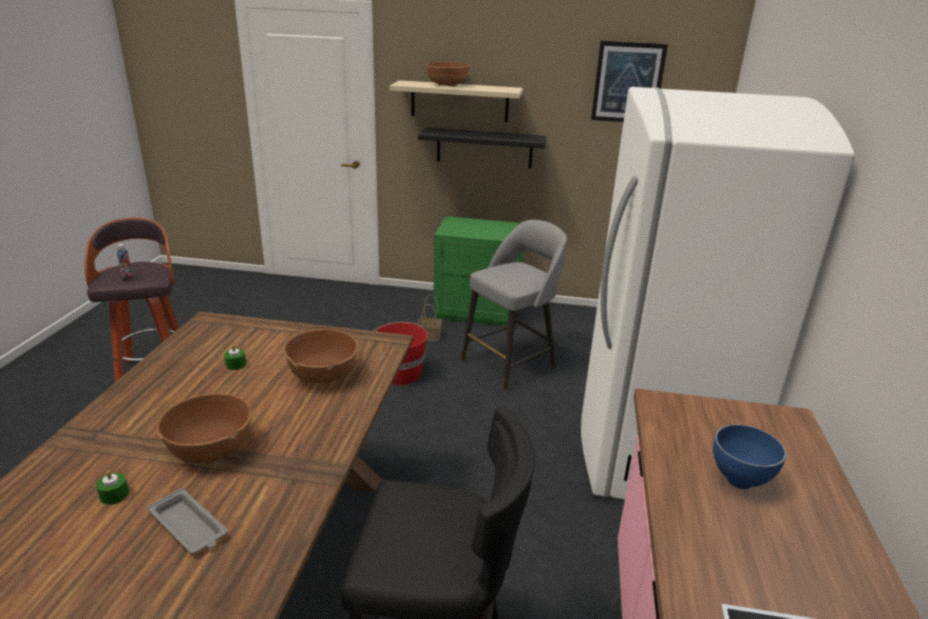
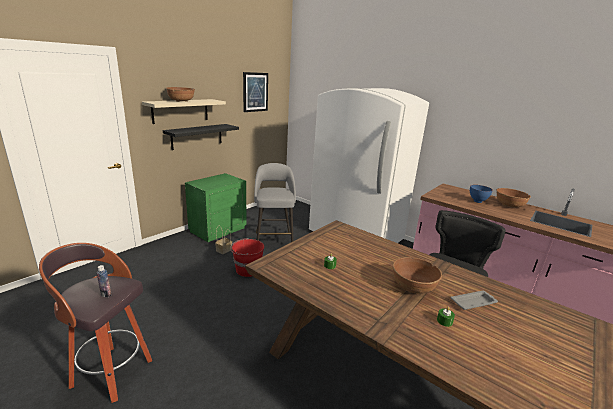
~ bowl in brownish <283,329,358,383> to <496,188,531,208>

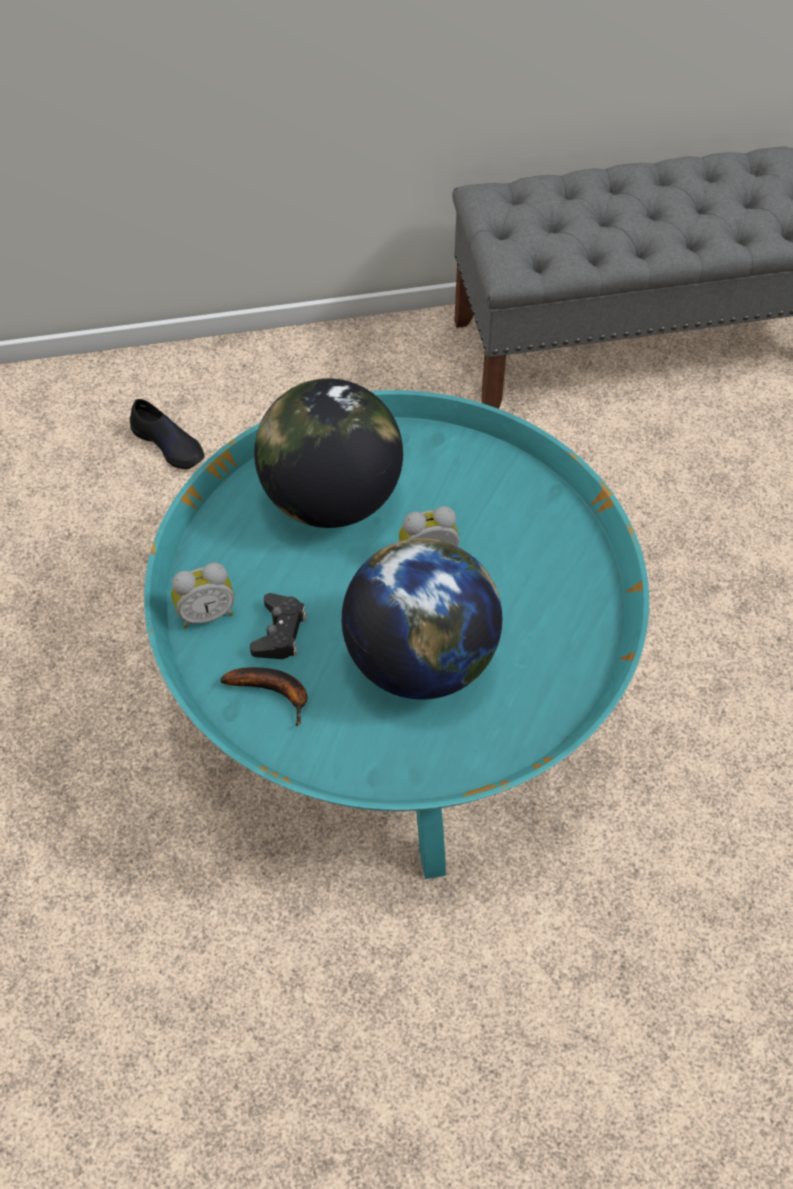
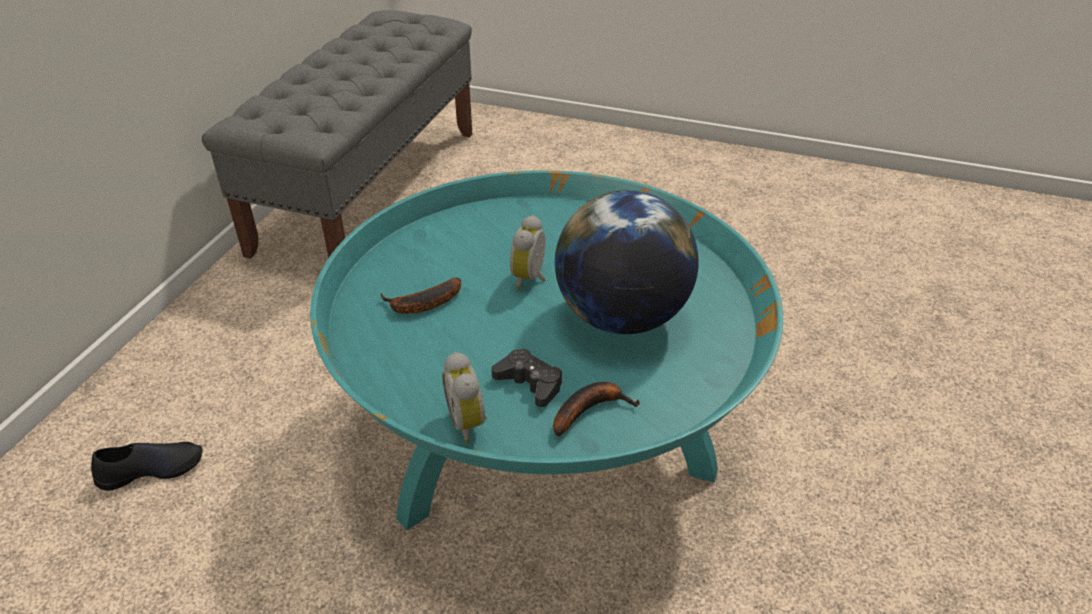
~ alarm clock <171,563,235,629> = <442,352,487,443> 150 degrees clockwise
~ globe <254,378,403,528> to whole banana <381,278,461,314>

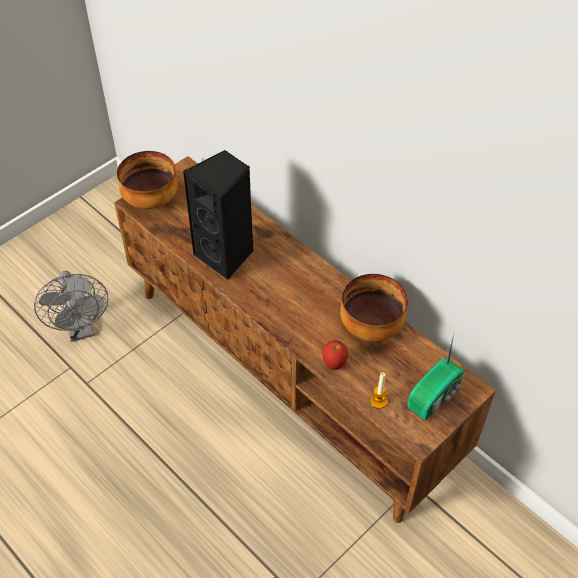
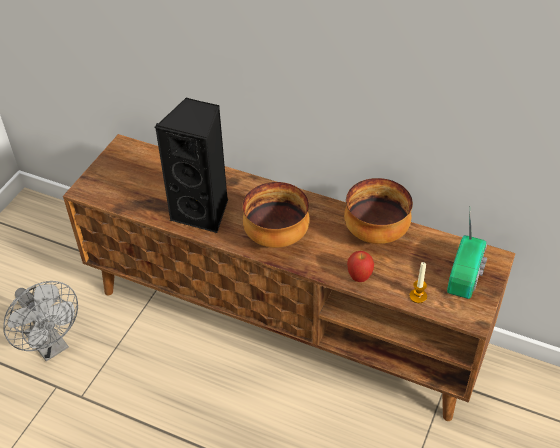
~ bowl <117,151,178,209> to <242,182,310,248>

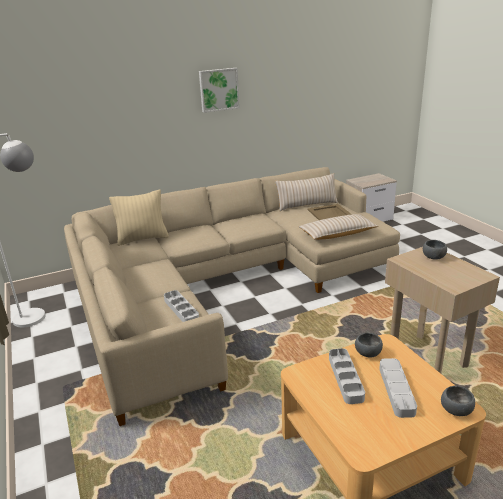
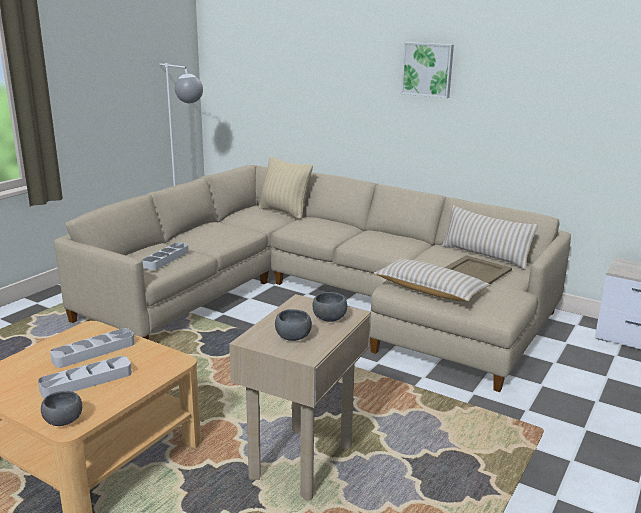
~ bowl in grey <355,333,383,358> to <275,309,312,341>

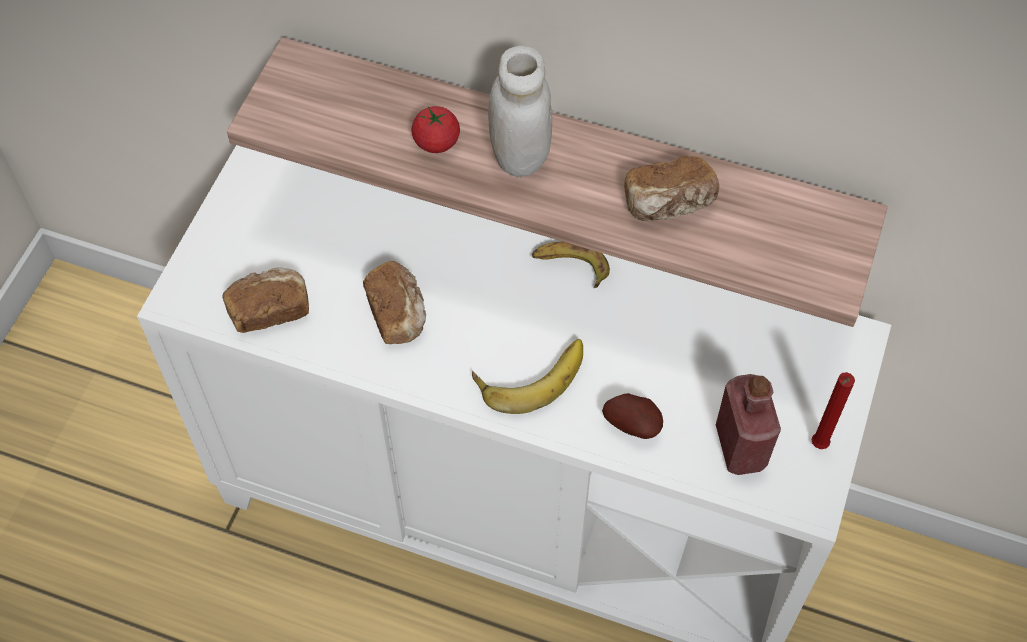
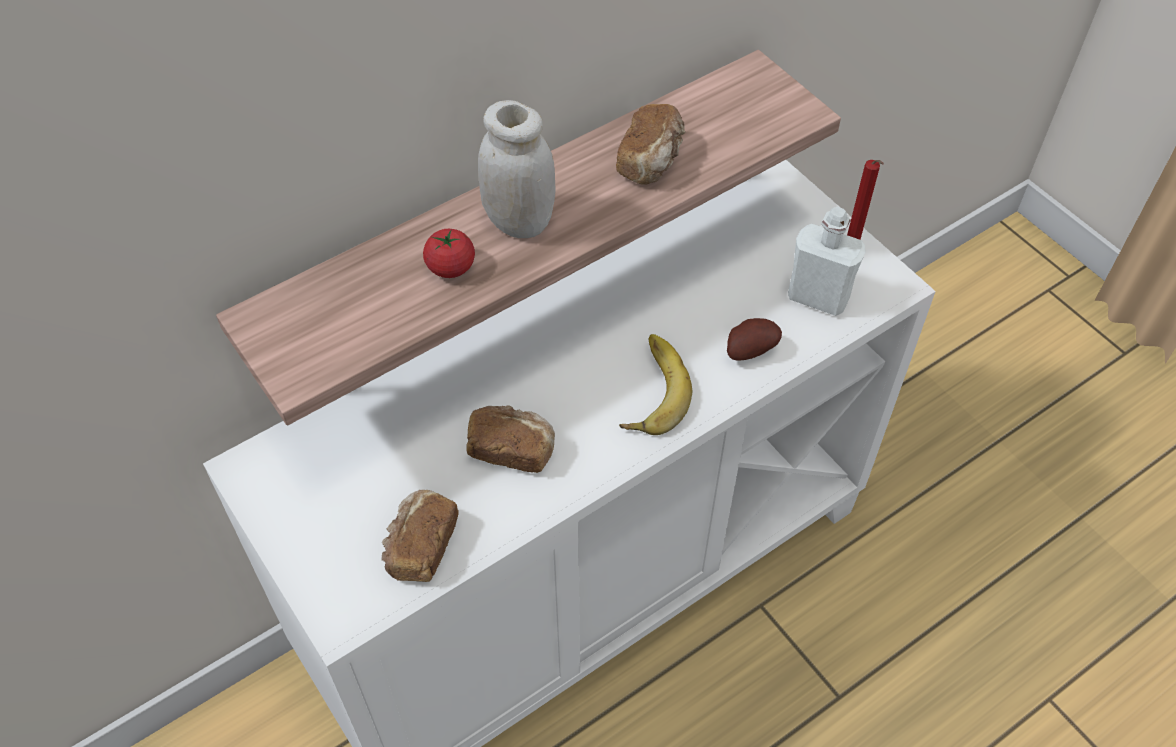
- whole banana <532,241,610,288>
~ beverage bottle in reddish <716,374,781,475> to beverage bottle in white <788,207,866,316>

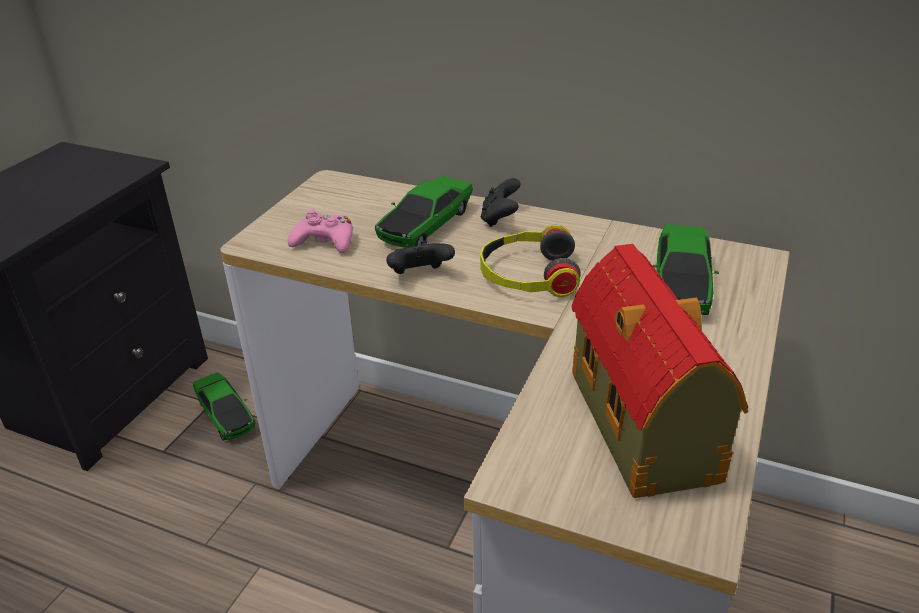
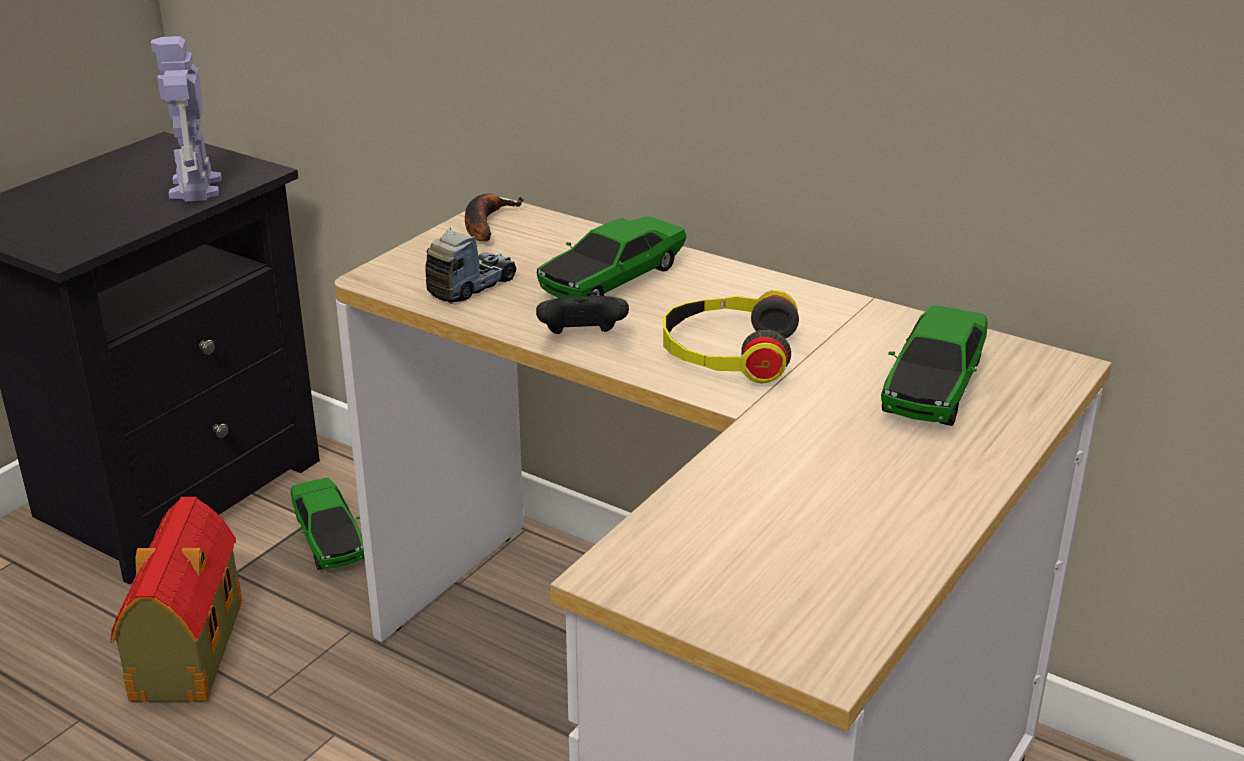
~ joypad in pink-coloured <288,209,353,253> to toy truck <425,227,516,304>
- joypad in blackish <481,178,521,227>
~ miniature house <572,244,748,498> to <110,497,242,702>
+ toy robot <151,36,222,202>
+ whole banana <465,194,524,241>

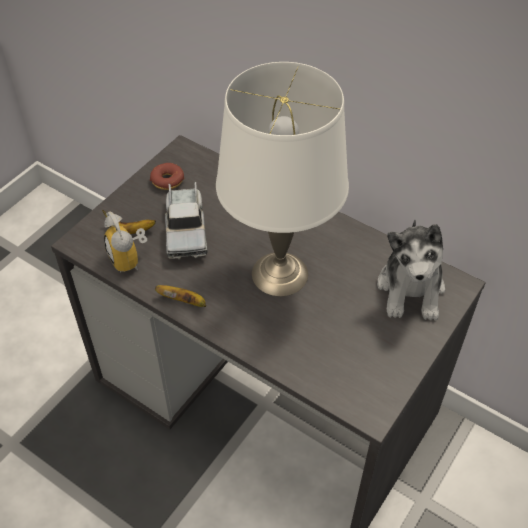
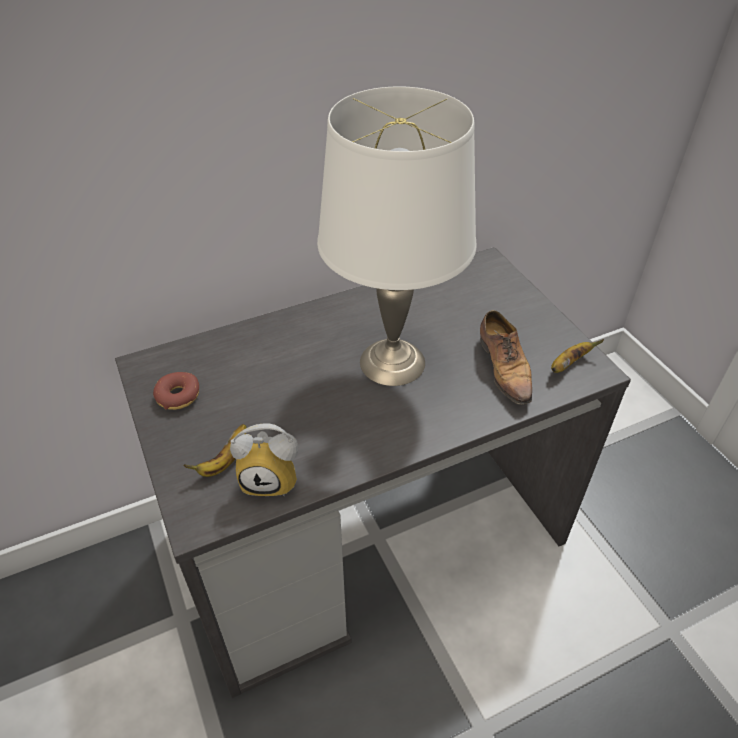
~ whole banana <155,285,206,307> to <551,339,604,373>
- toy truck <165,182,207,260>
- plush toy <377,220,446,321>
+ low shoe <480,310,532,405>

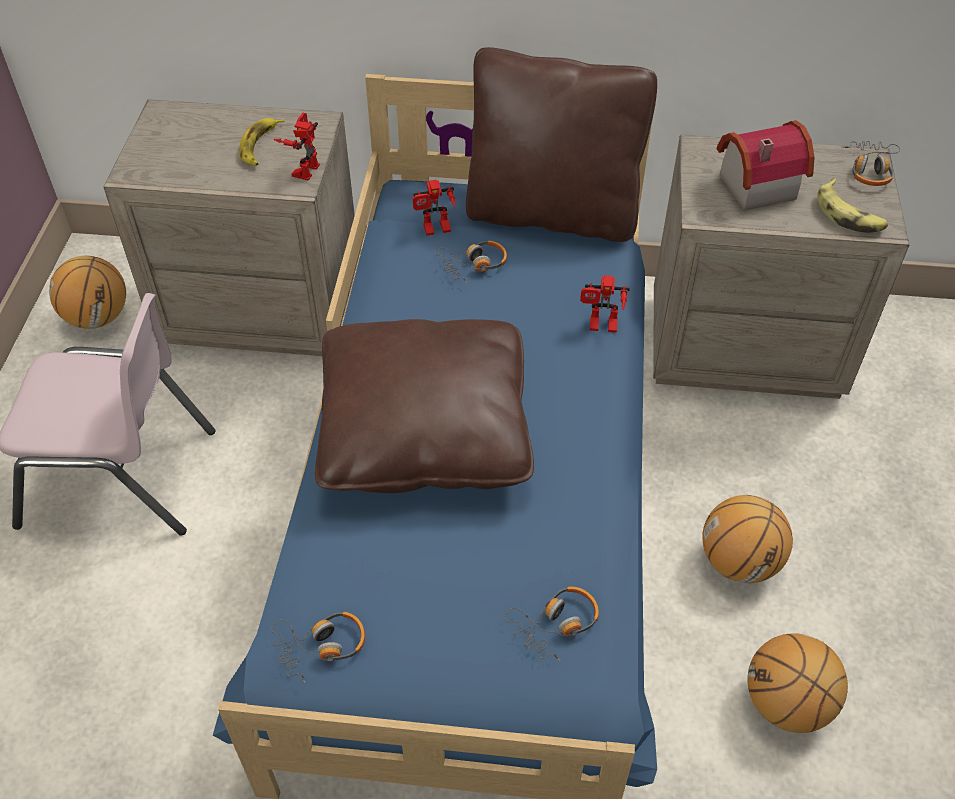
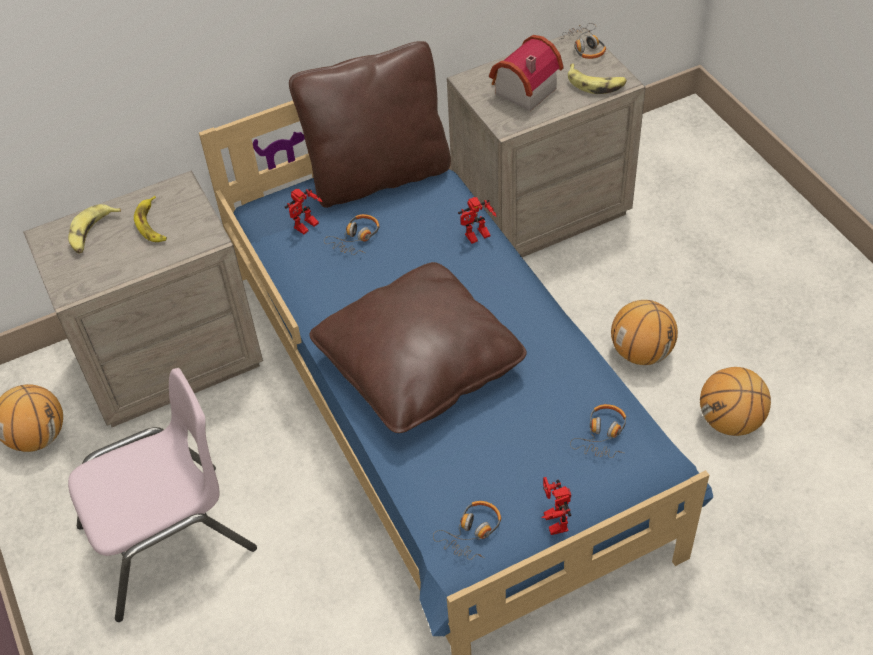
~ toy robot <274,113,320,181> to <541,477,571,535>
+ whole banana <68,204,121,253>

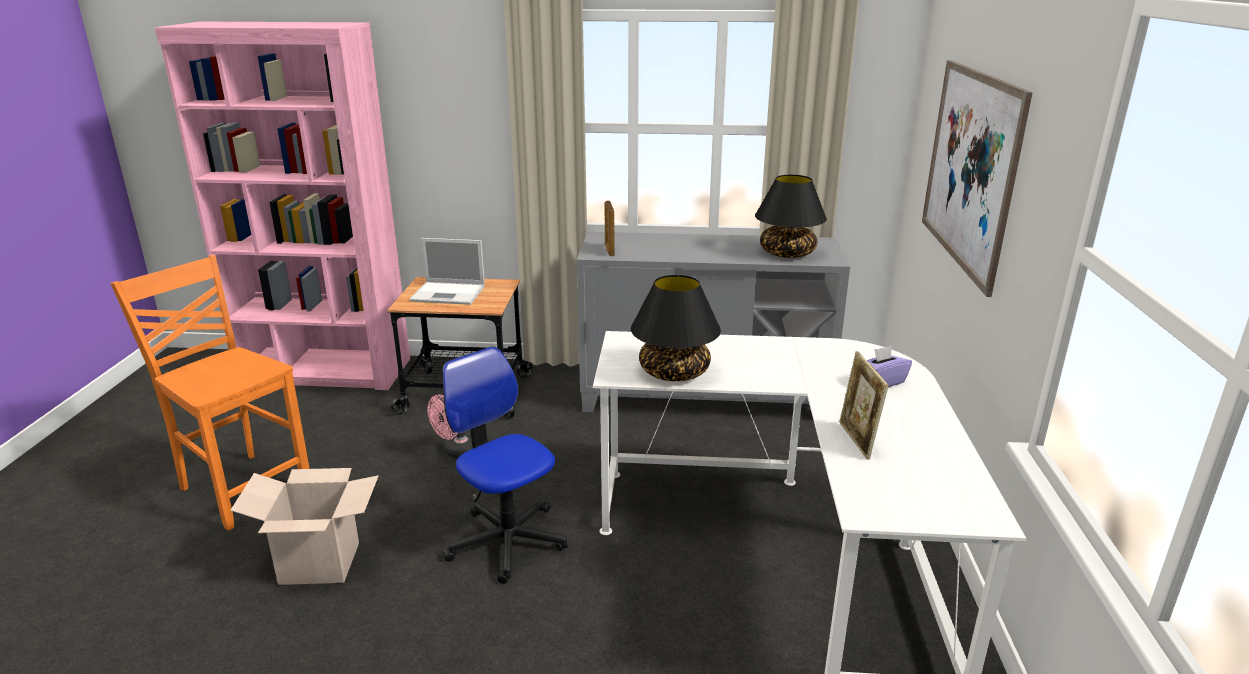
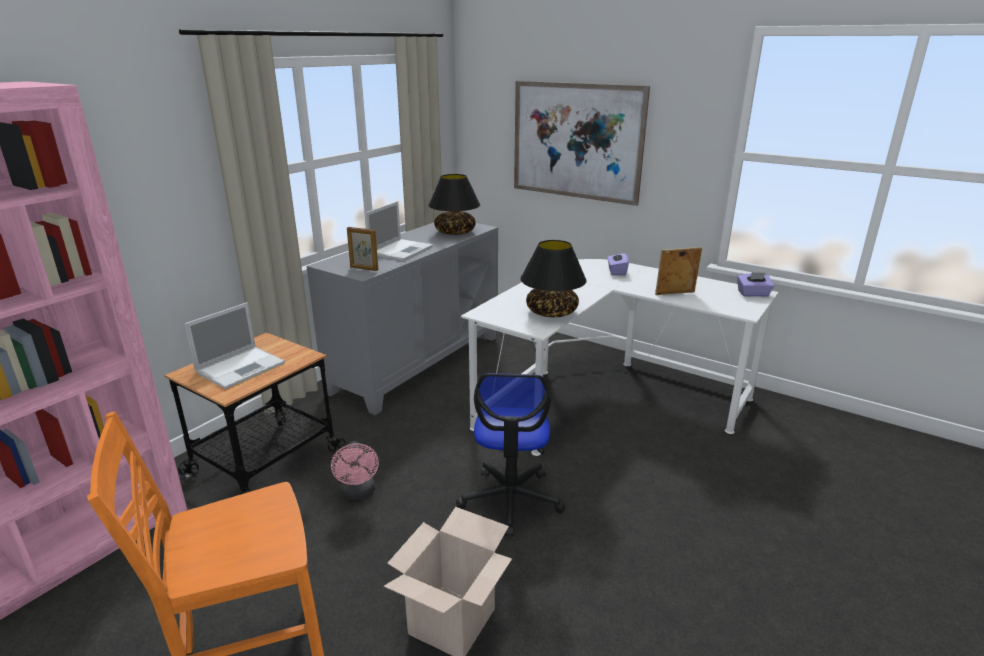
~ office chair <442,347,568,584> = <456,373,566,536> 75 degrees counterclockwise
~ picture frame <839,351,889,460> = <655,247,702,295> 150 degrees clockwise
+ laptop <365,201,433,261>
+ tissue box in purple <737,272,775,297>

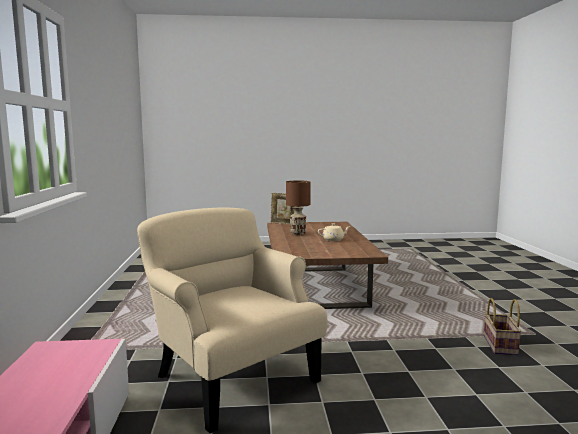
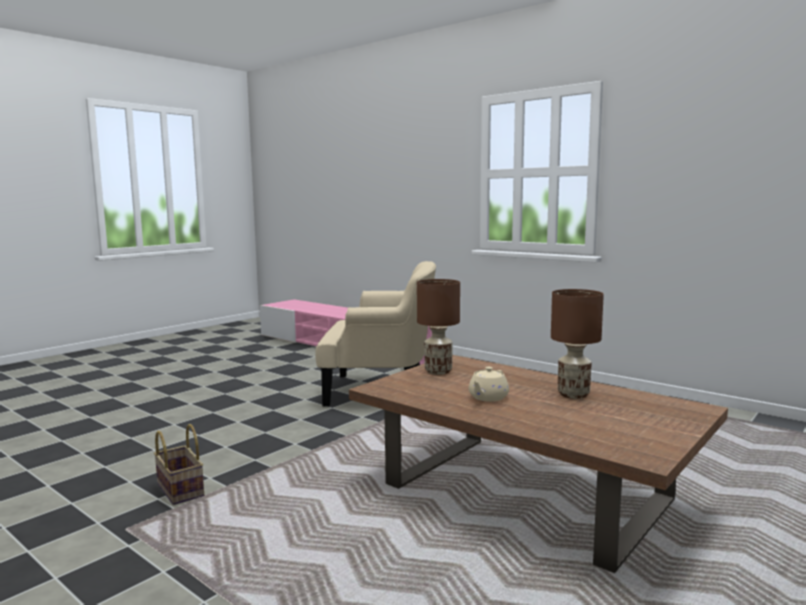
- picture frame <270,193,295,224>
+ table lamp in brownish <417,279,460,375>

